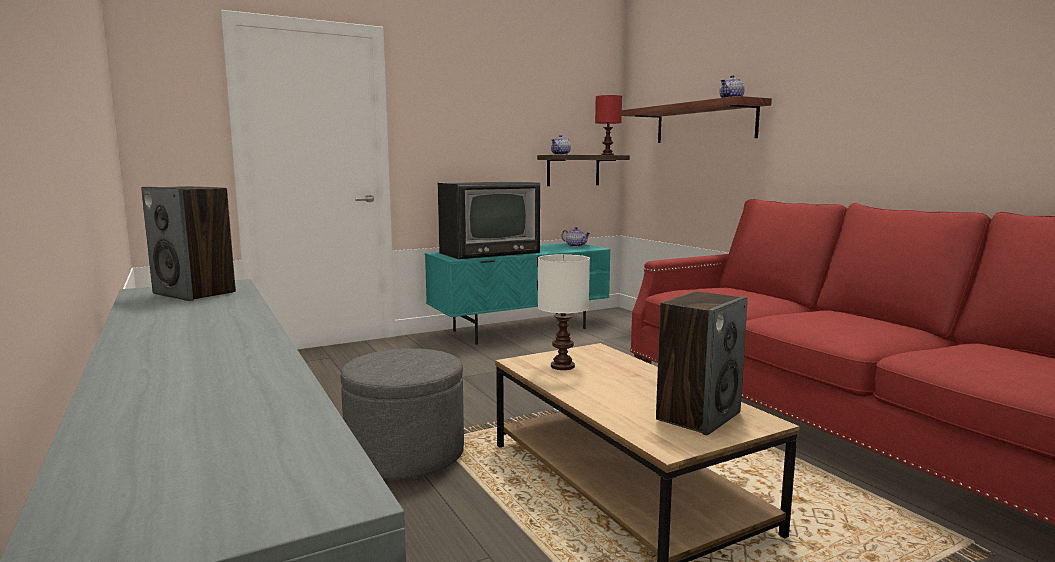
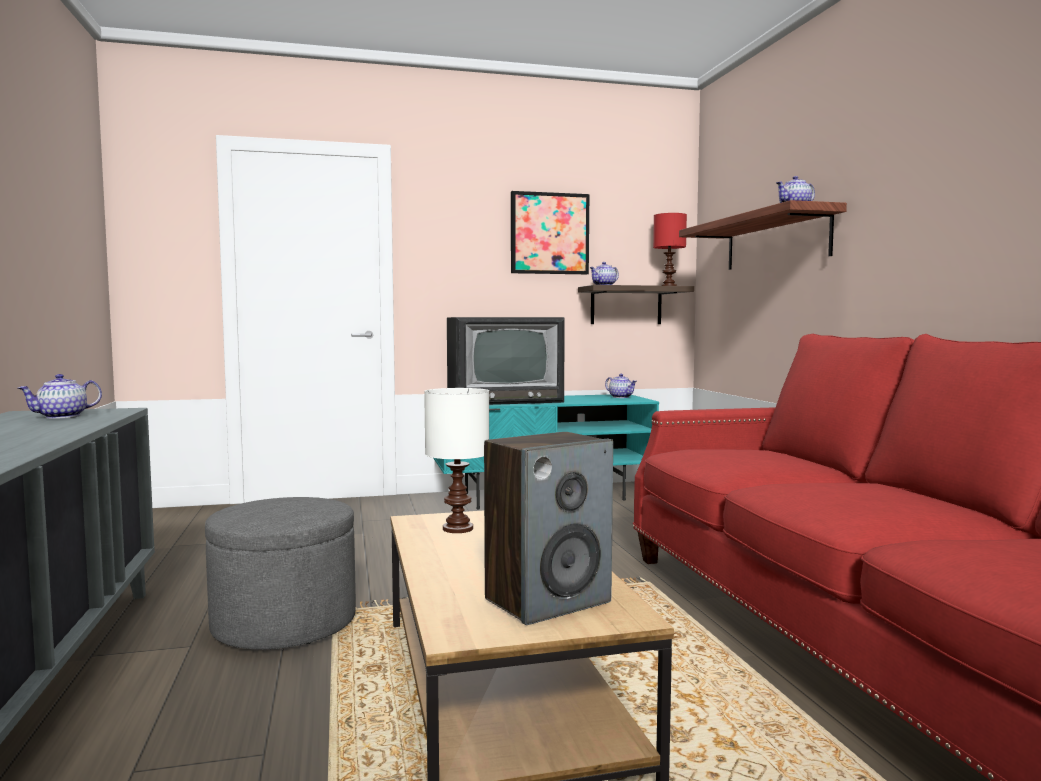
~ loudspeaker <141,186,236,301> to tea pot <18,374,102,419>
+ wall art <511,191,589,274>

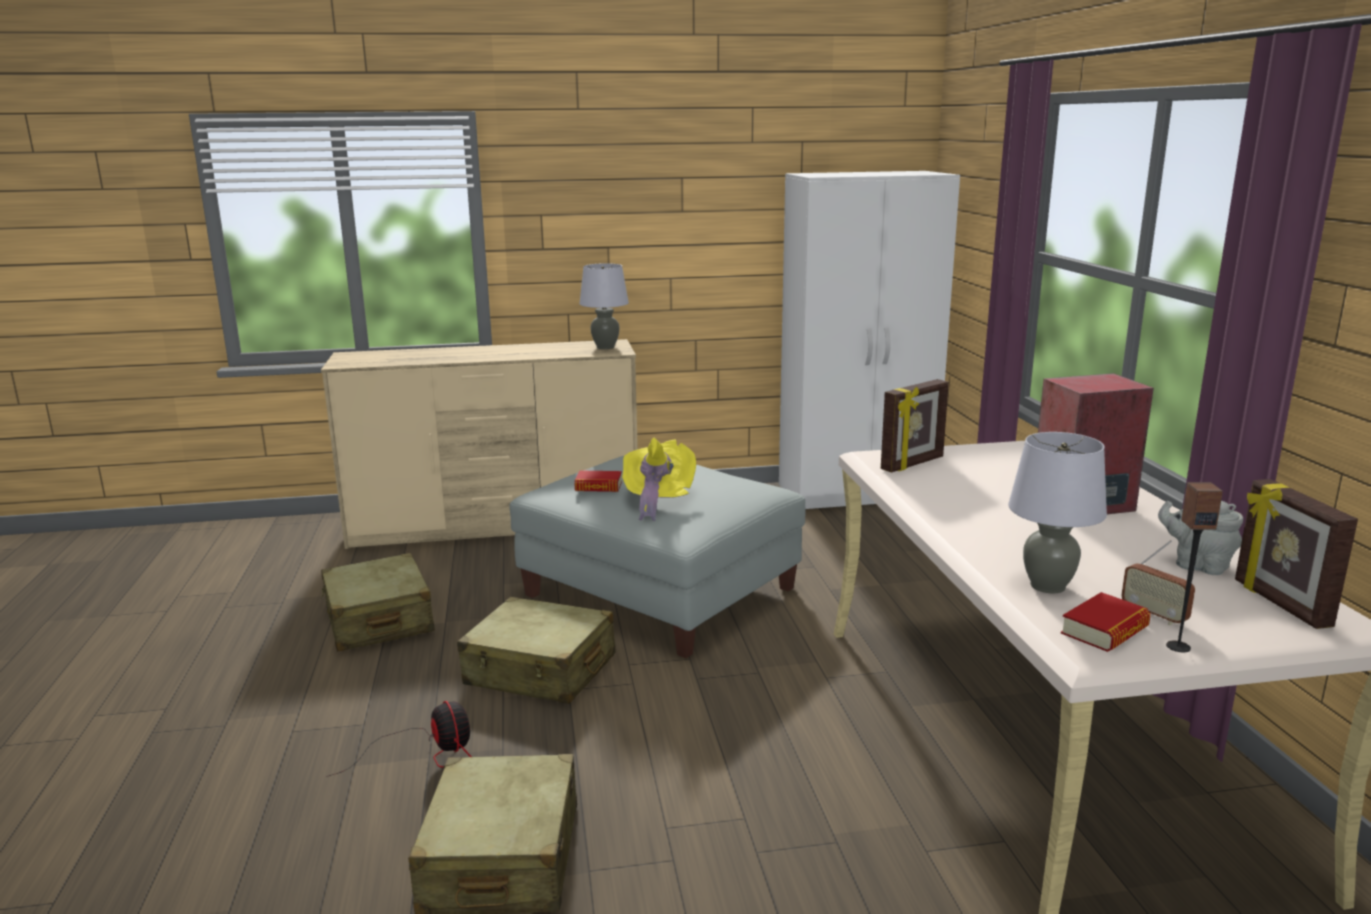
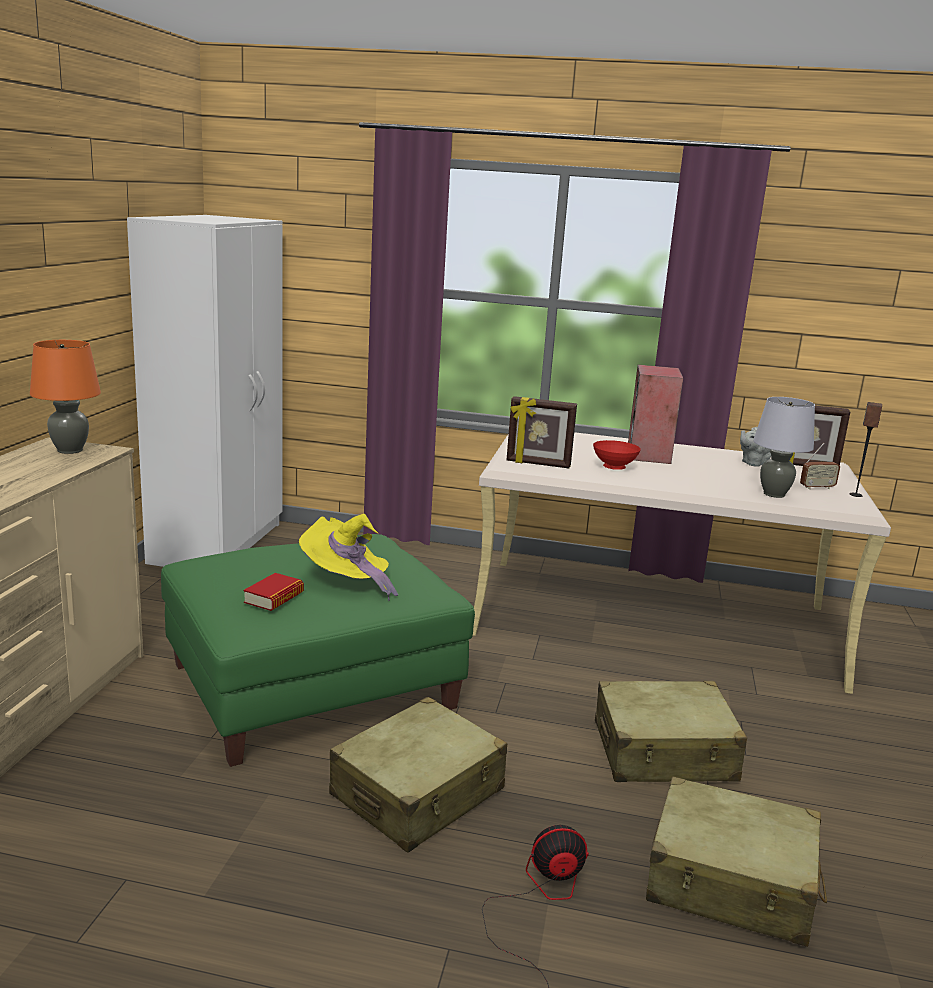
~ piece of luggage in sand-coloured <321,553,435,651> to <595,681,747,782>
~ pouffe in grey <509,456,806,658> to pouffe in green <161,534,475,767>
~ table lamp in grey <579,263,629,349> to table lamp in orange-coloured <30,340,101,454>
~ picture frame <881,379,949,472> = <507,396,577,468> 120 degrees clockwise
- book <1061,592,1151,652>
+ bowl in reddish <593,440,641,470>

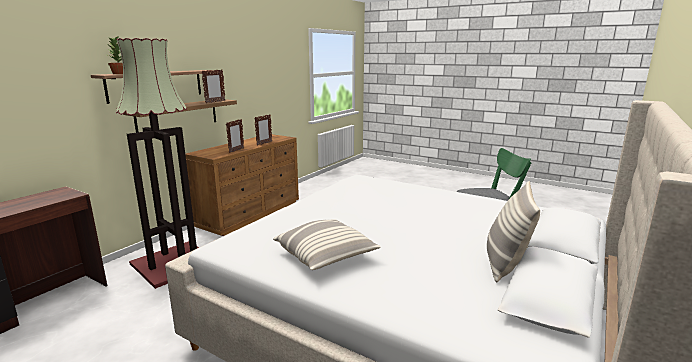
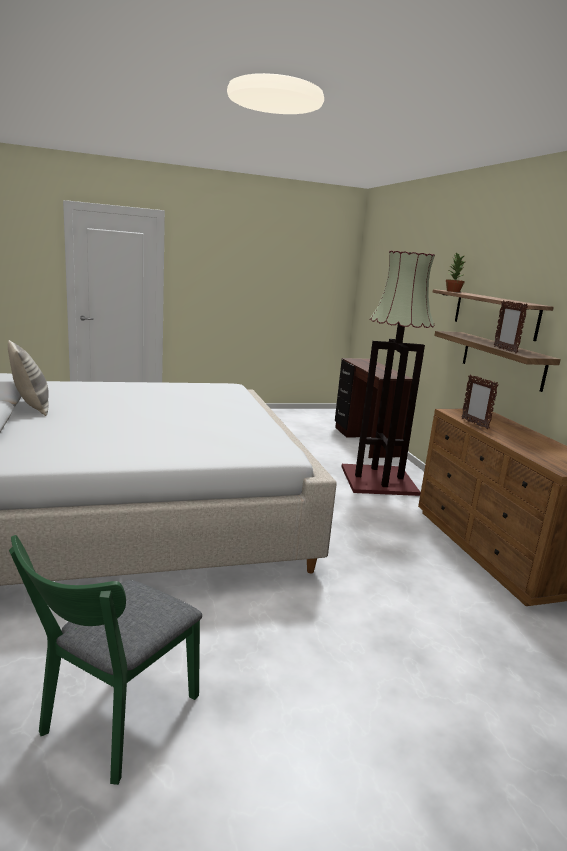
- picture frame <254,114,272,146>
- pillow <273,219,381,270>

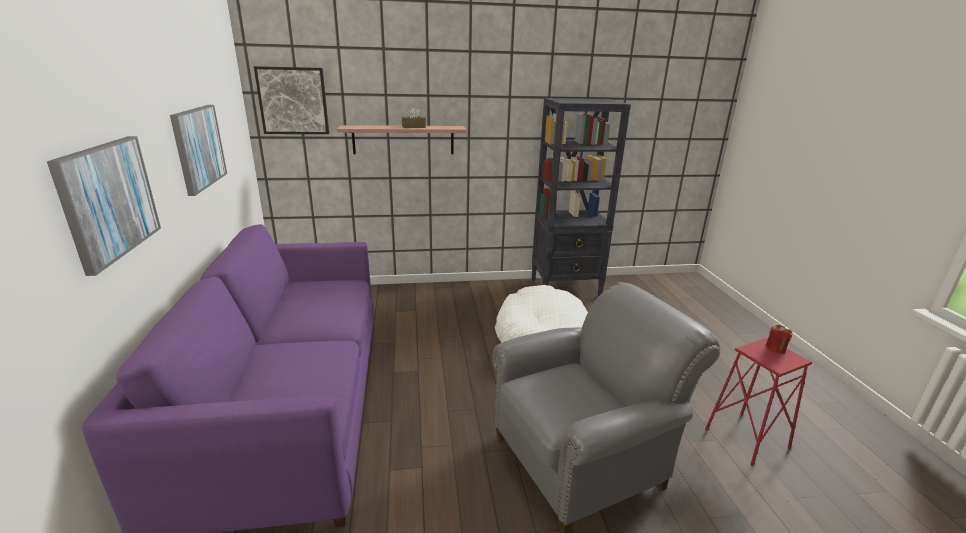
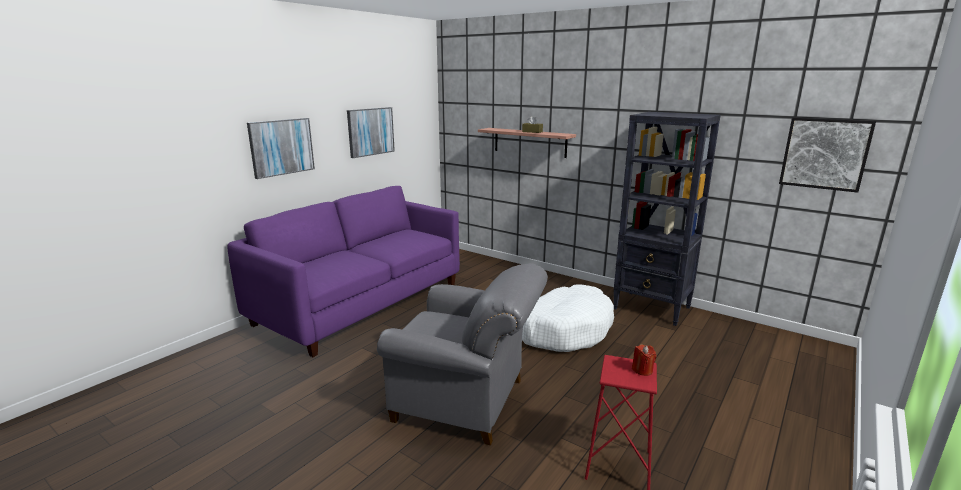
~ wall art <254,66,329,134> to <779,117,876,193>

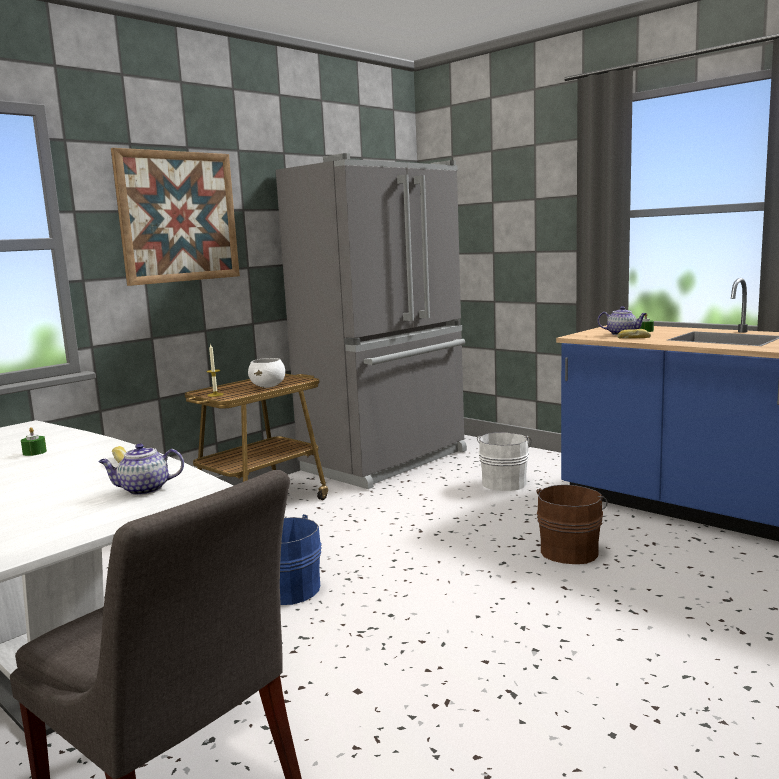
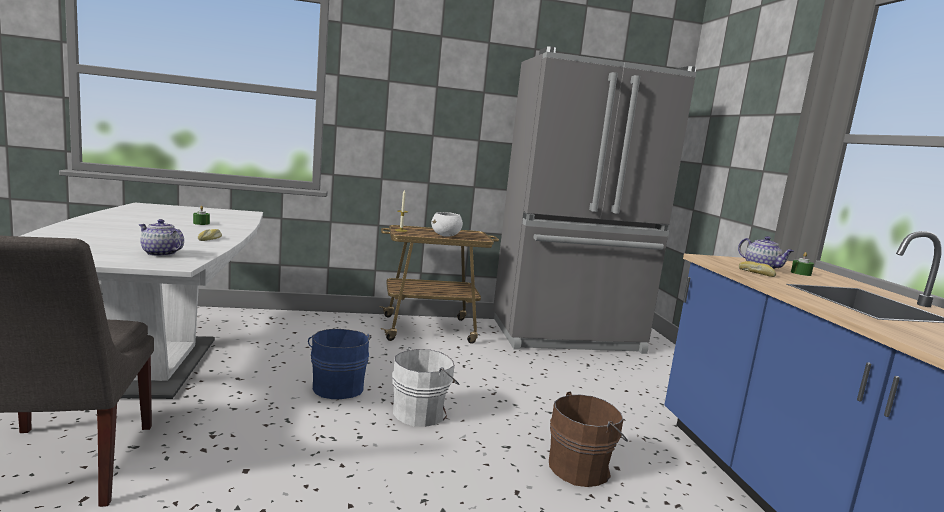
- wall art <111,148,240,286>
~ bucket in white <477,432,532,491> to <392,347,459,427>

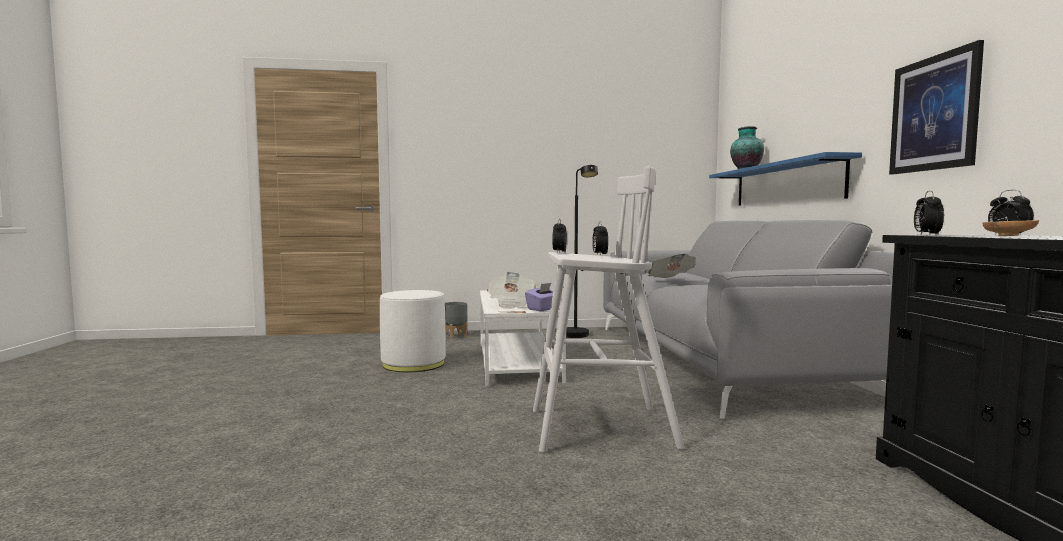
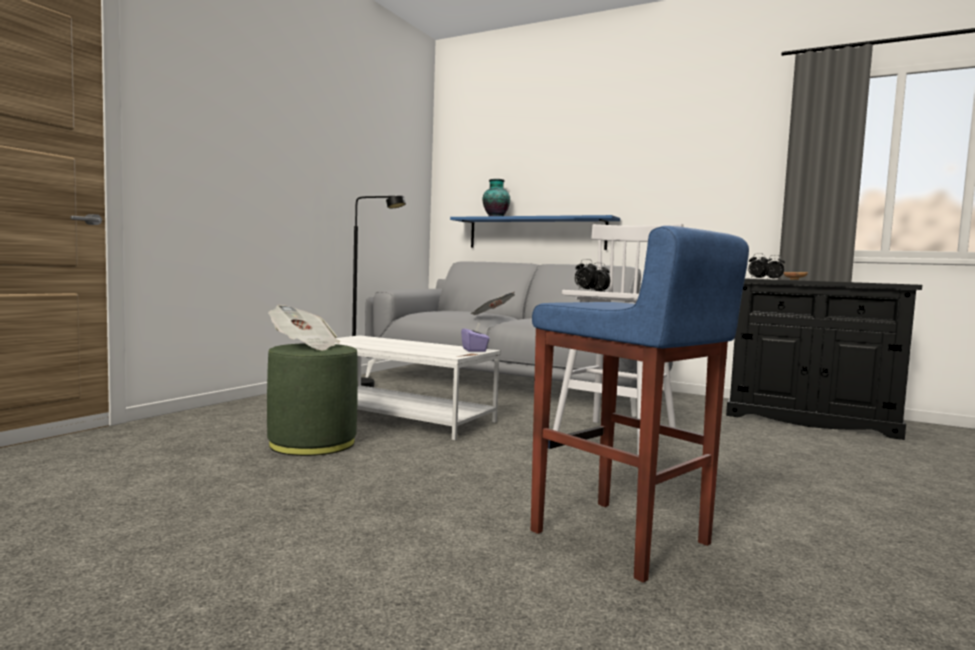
~ pouffe in white <380,290,446,372> to pouffe in green <267,343,358,456>
- flower pot in grey <445,302,467,339>
~ printed paper <487,272,538,309> to <268,305,340,350>
- wall art <889,40,984,174>
+ stool seat in blue <531,226,749,583>

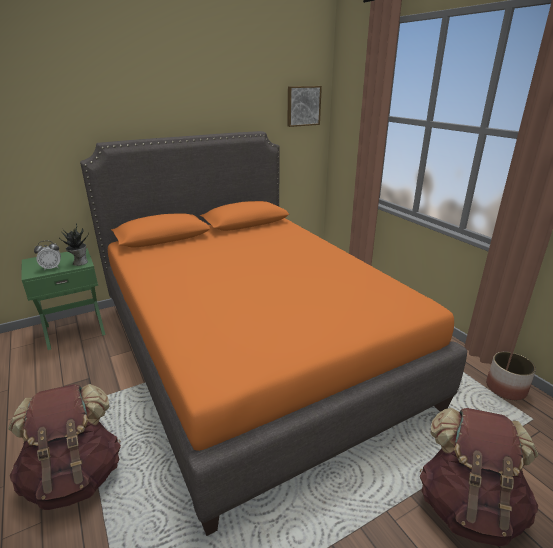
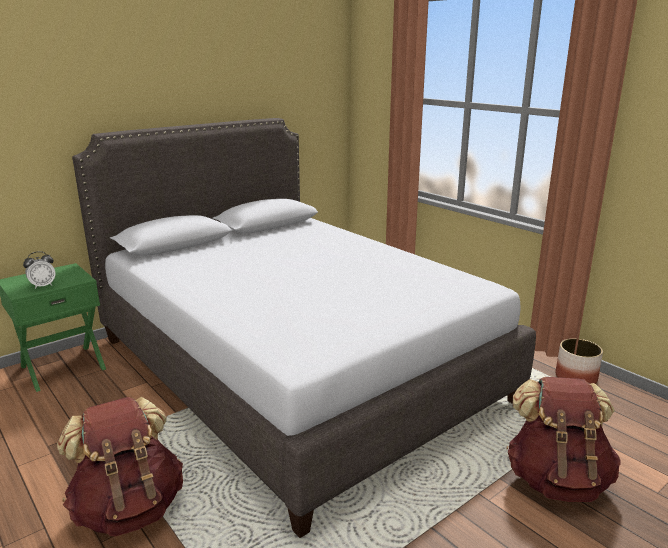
- houseplant <60,224,89,266>
~ sleeping bed in orange-coloured <80,131,467,536> to sleeping bed in grey <72,118,536,538>
- wall art <287,86,322,127>

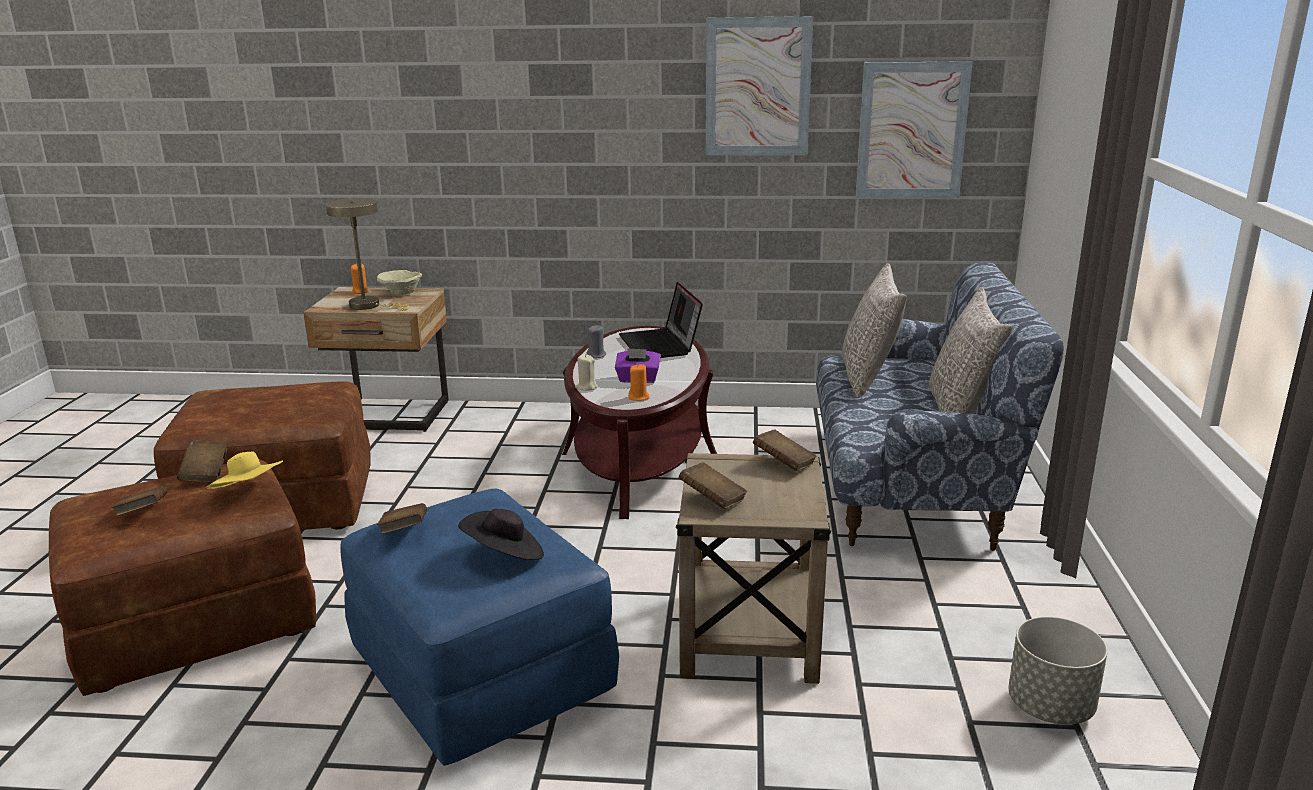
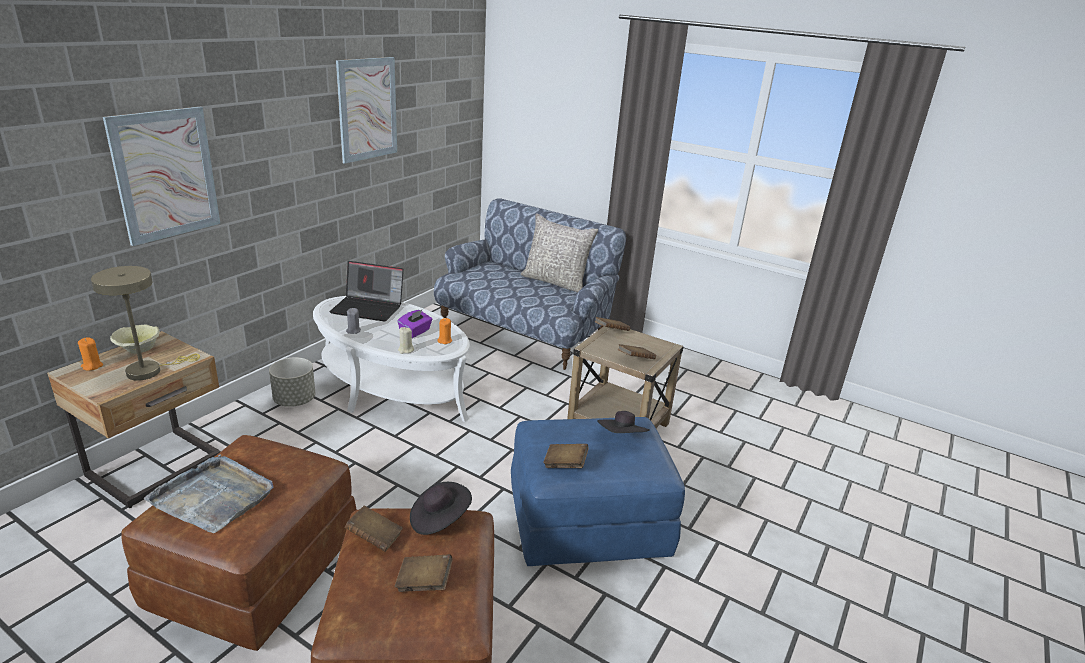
~ wearable hat in yellow-coloured <206,451,283,489> to wearable hat in blackish <410,482,472,535>
~ lounge table in brownish <562,326,717,519> to lounge table in white <313,296,470,422>
- pillow in grey <842,263,907,398>
~ wall art <856,61,973,198> to <103,107,220,246>
~ flower pot in grey <1009,617,1108,725> to <269,358,316,407>
+ serving tray in grey <144,454,273,533>

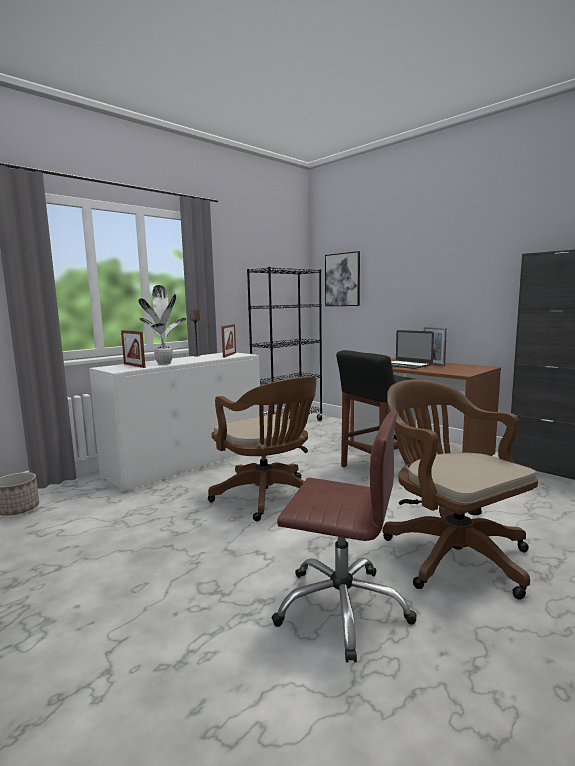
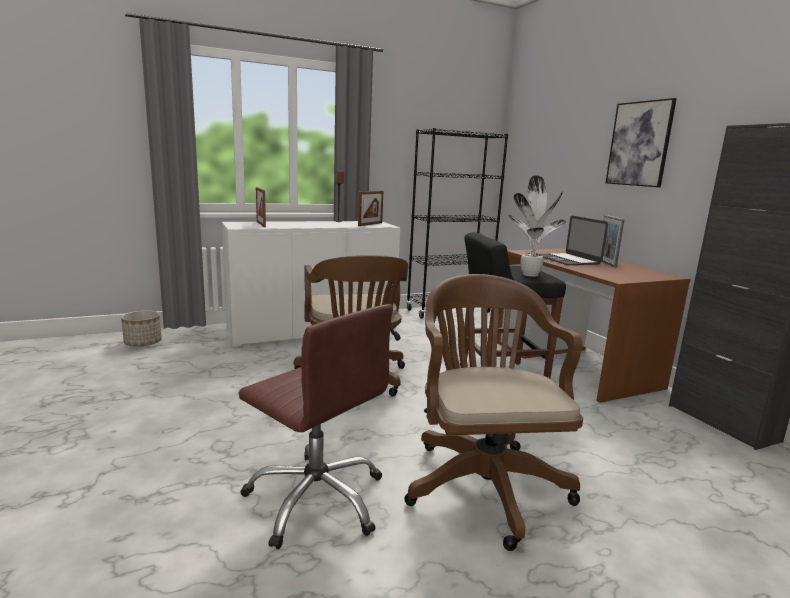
~ houseplant <139,285,186,365> to <508,175,566,277>
~ wall art <325,251,360,306> to <606,98,677,187>

